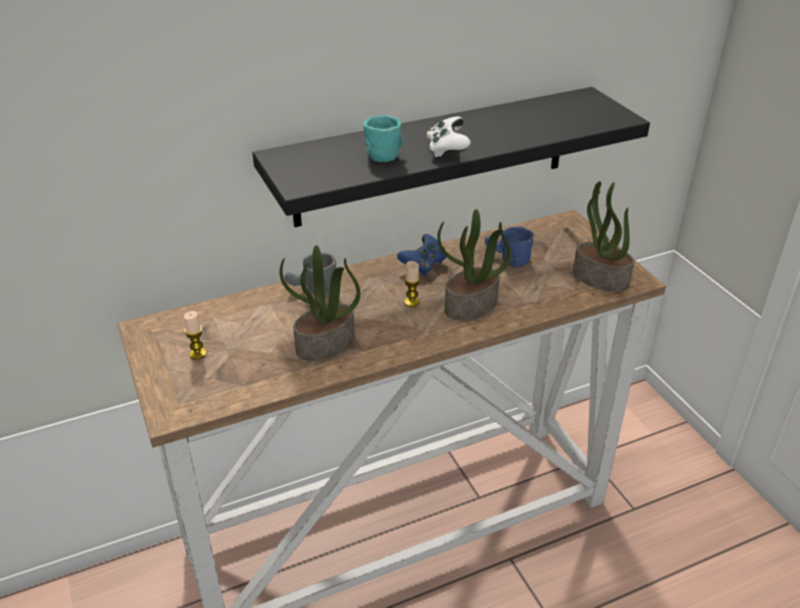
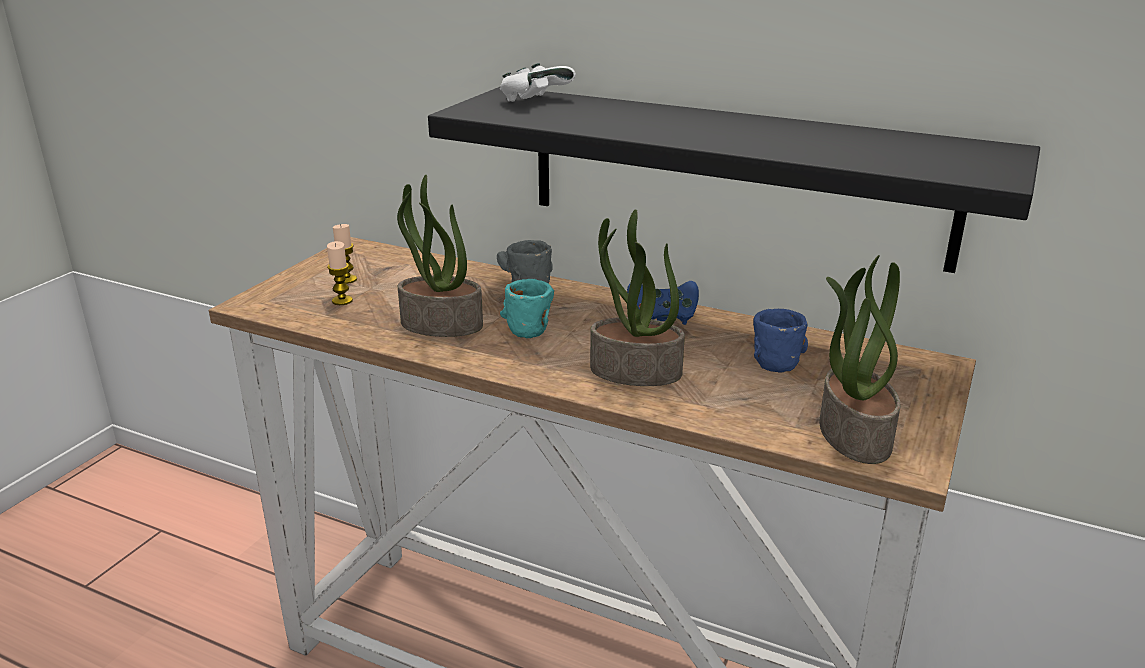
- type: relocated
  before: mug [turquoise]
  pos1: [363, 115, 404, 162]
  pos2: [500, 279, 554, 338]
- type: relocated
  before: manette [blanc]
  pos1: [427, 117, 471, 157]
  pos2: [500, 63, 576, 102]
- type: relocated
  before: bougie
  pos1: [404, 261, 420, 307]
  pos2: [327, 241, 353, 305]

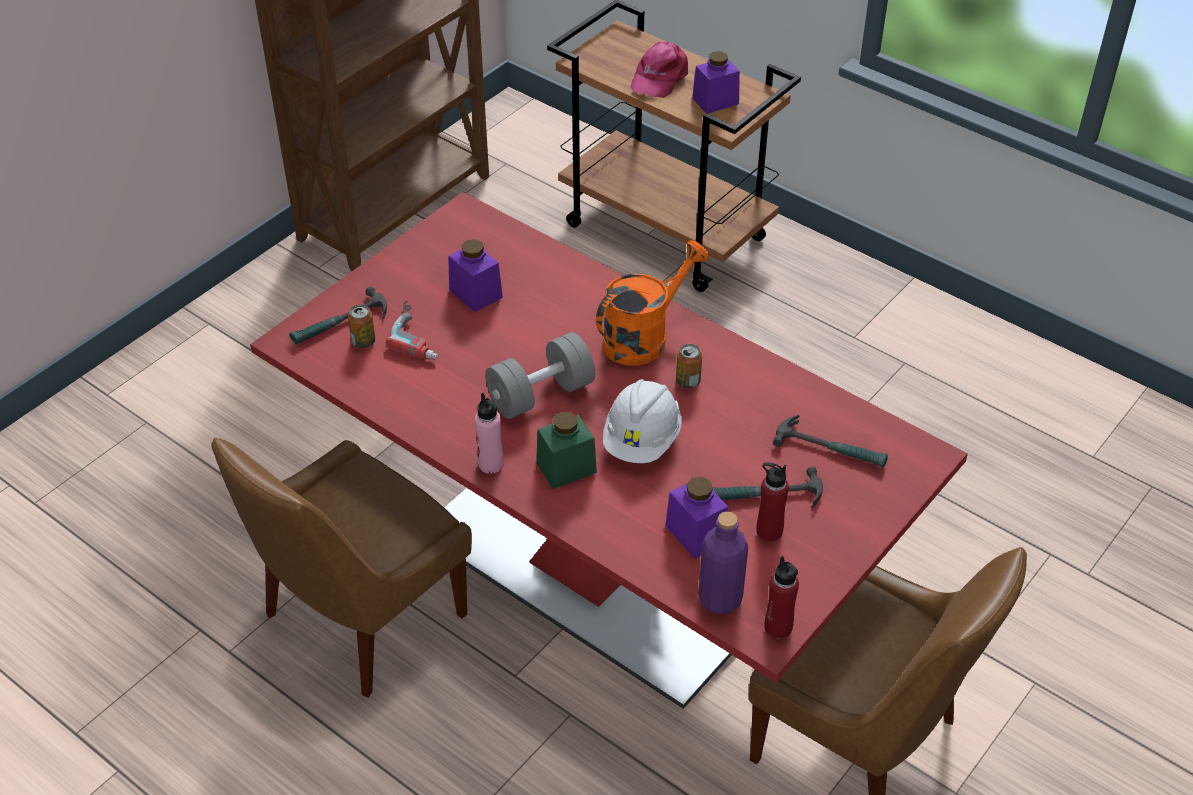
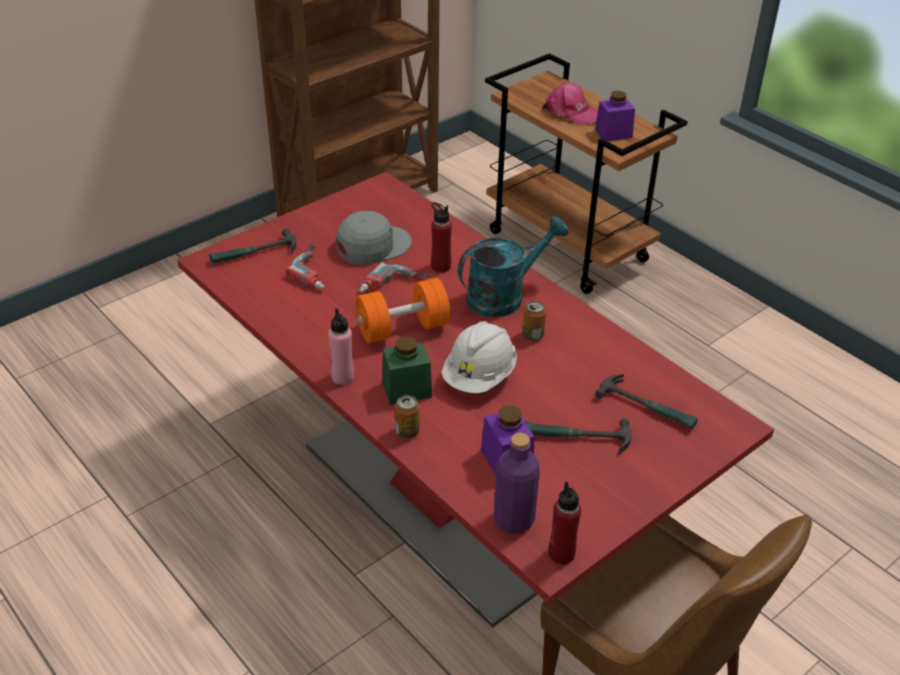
- type: spun
  before: casquette [rose]
  pos1: [630, 41, 688, 98]
  pos2: [542, 83, 598, 125]
  turn: -90
- type: exchanged
  before: bocal [violet]
  after: casquette [gris]
  pos1: [448, 239, 503, 312]
  pos2: [336, 211, 412, 265]
- type: colour
  before: arrosoir [orange]
  after: arrosoir [turquoise]
  pos1: [596, 240, 709, 366]
  pos2: [458, 216, 569, 317]
- type: relocated
  before: boîte métallique
  pos1: [348, 305, 375, 348]
  pos2: [395, 395, 419, 439]
- type: colour
  before: haltère [gris]
  after: haltère [orange]
  pos1: [485, 332, 595, 419]
  pos2: [355, 278, 450, 343]
- type: missing
  before: chaise [marron]
  pos1: [211, 437, 472, 698]
- type: relocated
  before: bouteille [rouge]
  pos1: [756, 462, 789, 541]
  pos2: [431, 202, 452, 273]
- type: appeared
  after: perceuse
  pos2: [359, 262, 436, 293]

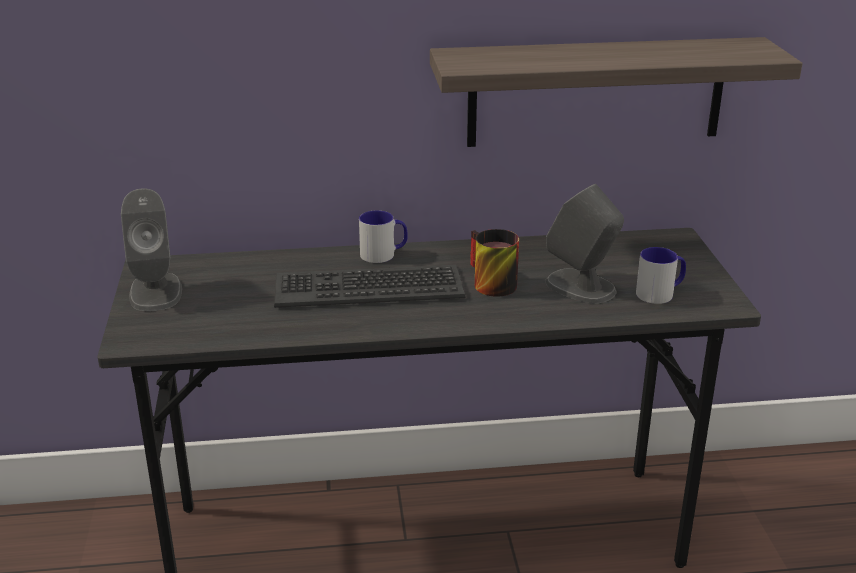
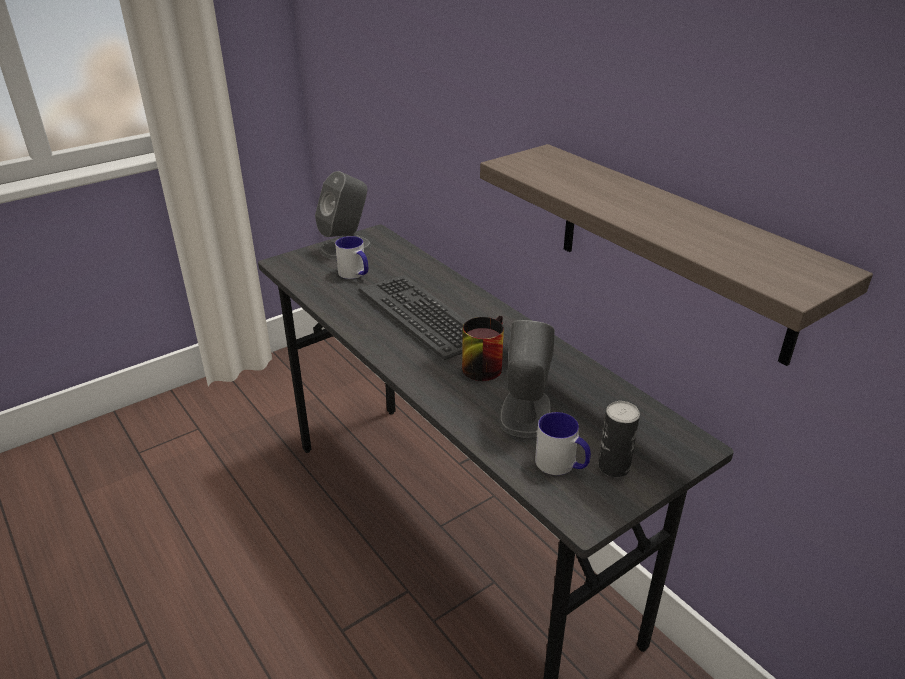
- type: relocated
  before: mug
  pos1: [359, 210, 408, 263]
  pos2: [335, 236, 368, 279]
- type: appeared
  after: boîte métallique
  pos2: [598, 401, 640, 477]

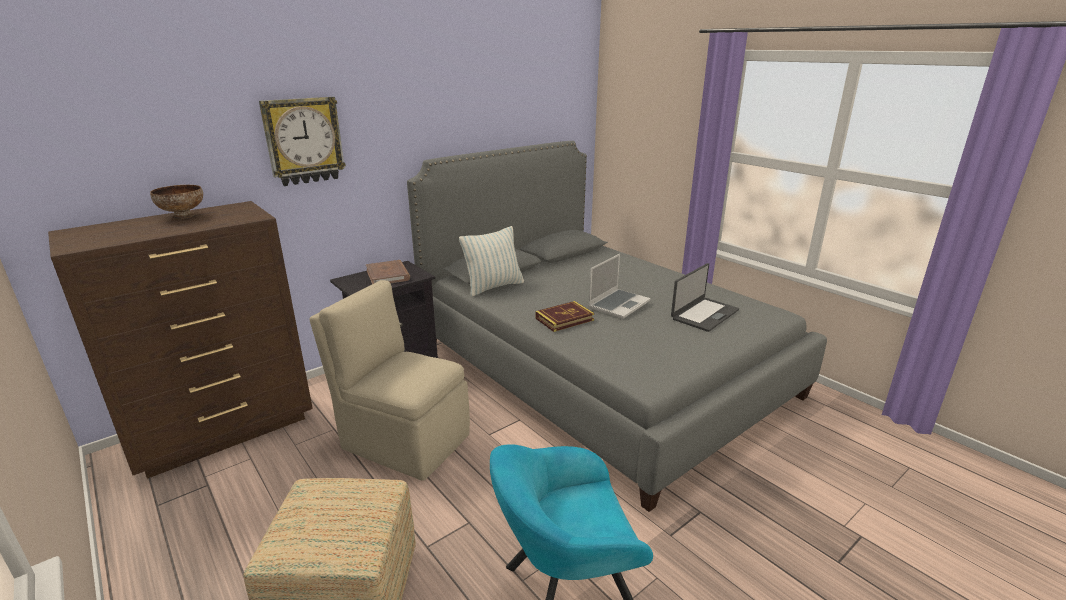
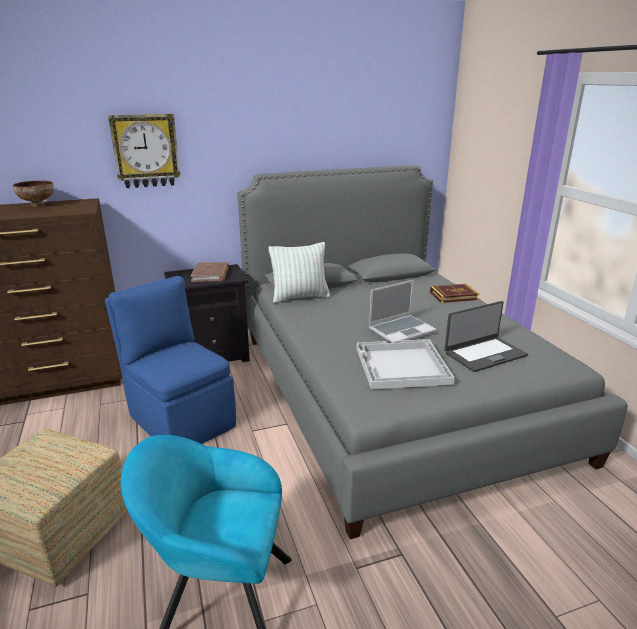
- type: colour
  before: chaise [beige]
  after: chaise [bleu]
  pos1: [309, 280, 470, 481]
  pos2: [105, 276, 236, 444]
- type: relocated
  before: livre
  pos1: [535, 301, 594, 332]
  pos2: [430, 284, 479, 303]
- type: appeared
  after: plateau [blanc]
  pos2: [357, 339, 455, 389]

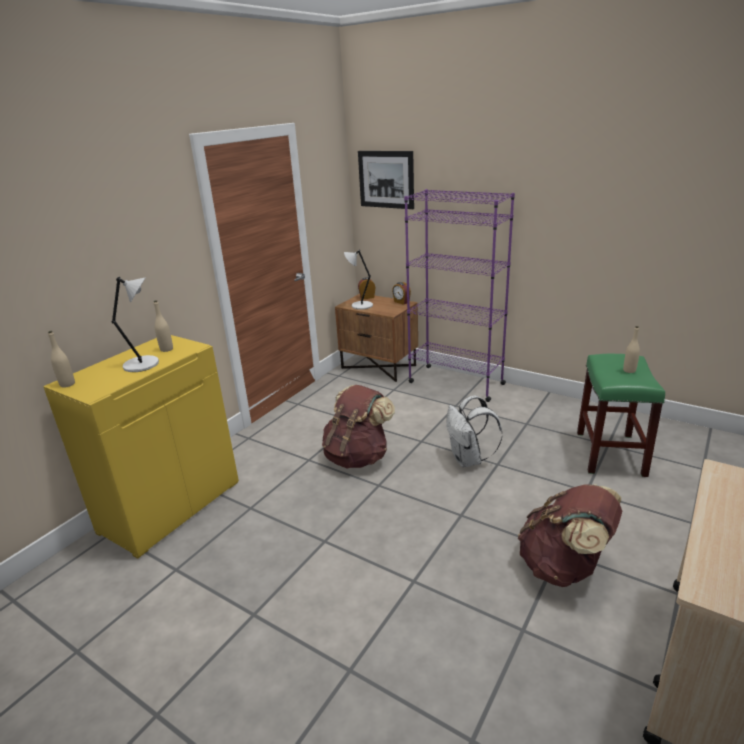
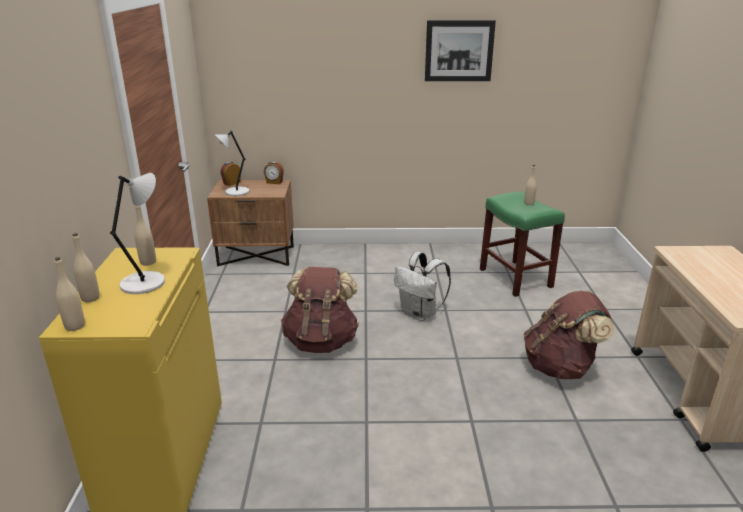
- type: relocated
  before: tableau
  pos1: [358, 151, 414, 209]
  pos2: [425, 20, 496, 81]
- type: missing
  before: bibliothèque [violet]
  pos1: [404, 189, 515, 402]
- type: appeared
  after: bouteille [beige]
  pos2: [72, 233, 100, 302]

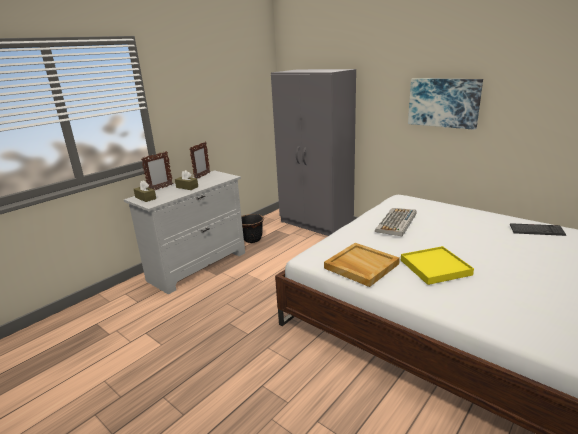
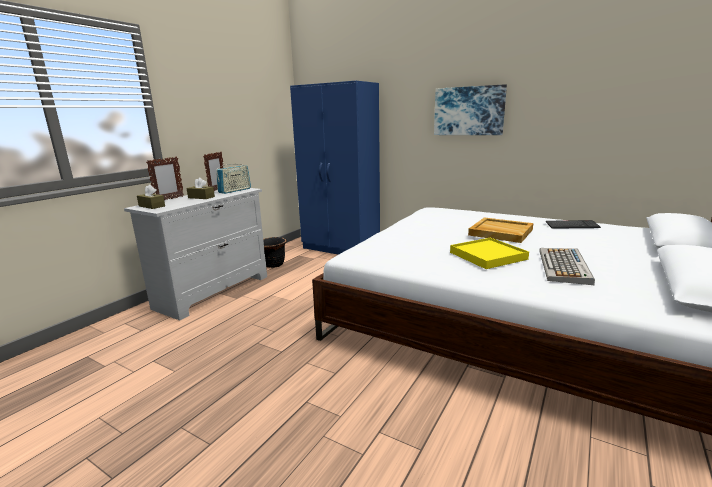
- type: colour
  before: armoire [gris]
  after: armoire [bleu]
  pos1: [271, 69, 356, 236]
  pos2: [290, 81, 380, 255]
- type: relocated
  before: clavier
  pos1: [375, 208, 416, 237]
  pos2: [539, 248, 595, 285]
- type: relocated
  before: plateau [beige]
  pos1: [324, 243, 400, 287]
  pos2: [468, 217, 533, 243]
- type: appeared
  after: radio
  pos2: [216, 162, 251, 194]

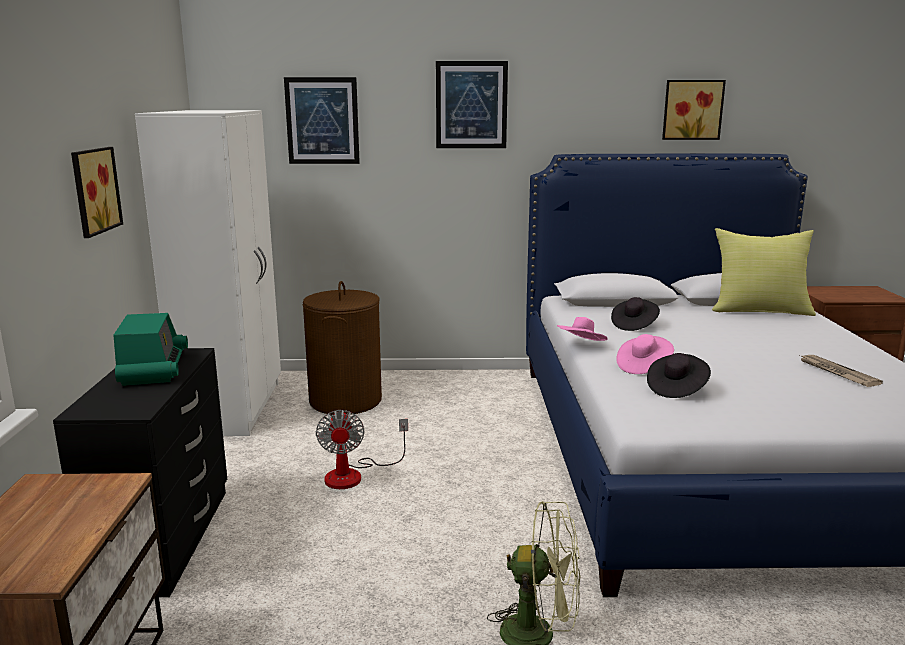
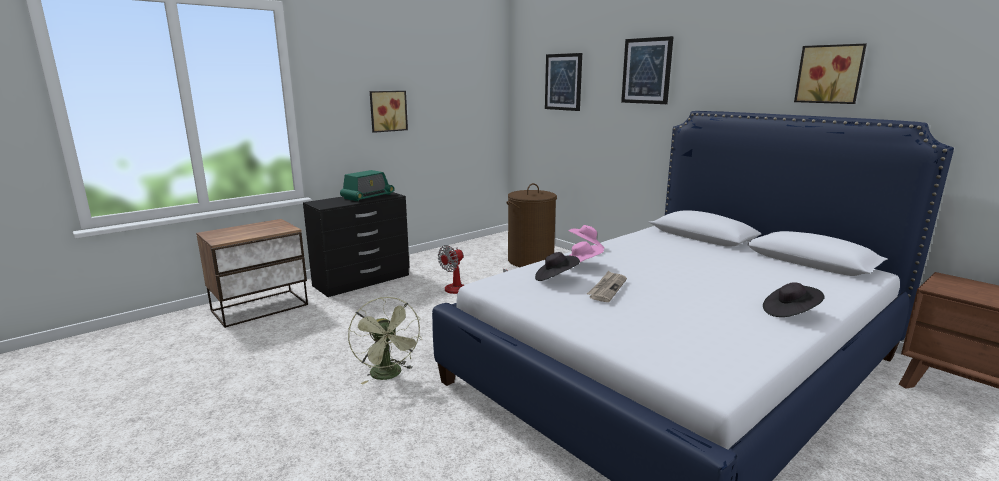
- type: missing
  before: armoire [blanc]
  pos1: [135, 110, 281, 436]
- type: missing
  before: coussin [jaune]
  pos1: [712, 228, 816, 316]
- type: relocated
  before: chapeau [noir]
  pos1: [611, 297, 660, 331]
  pos2: [763, 282, 825, 317]
- type: relocated
  before: journal
  pos1: [798, 354, 883, 387]
  pos2: [587, 271, 627, 302]

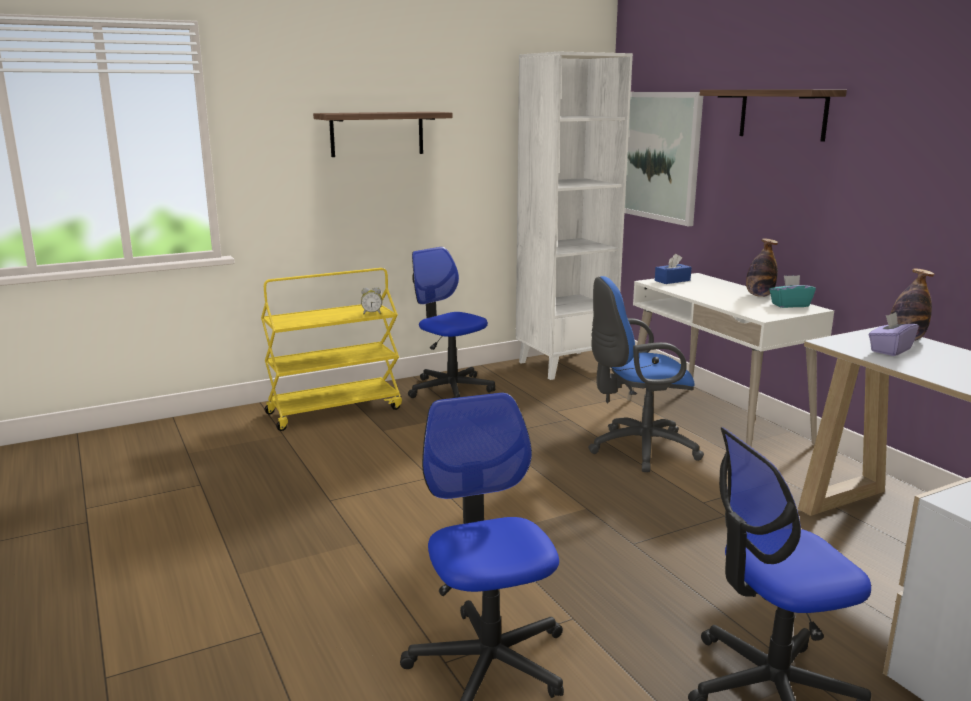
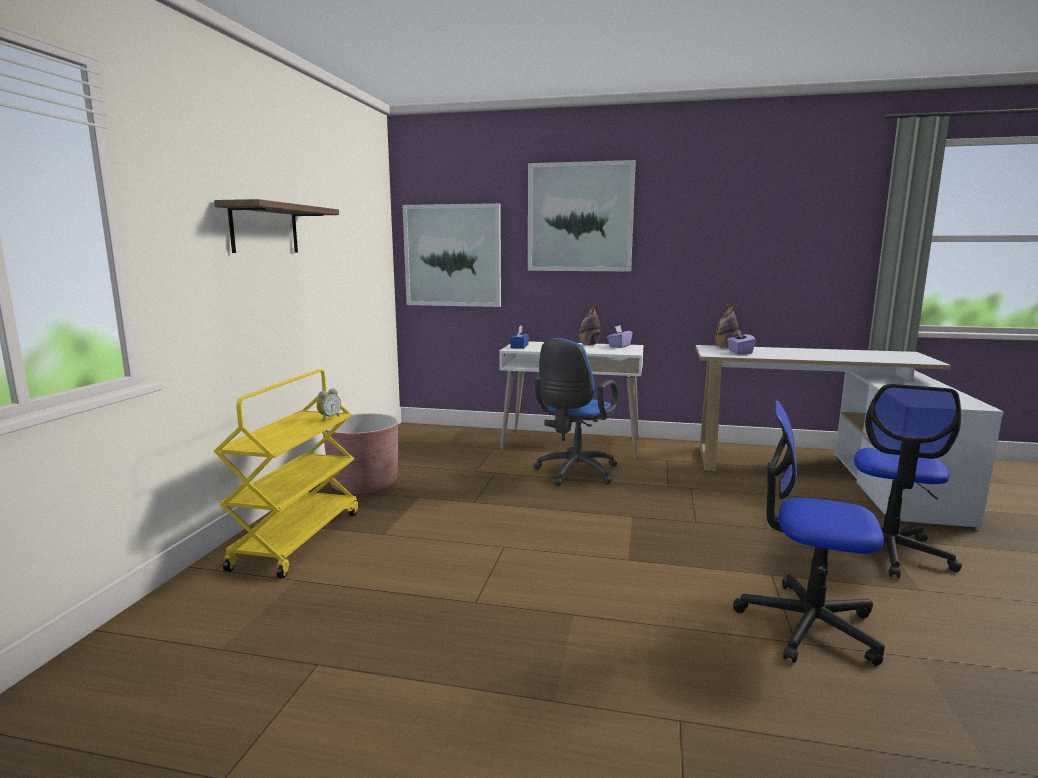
- type: missing
  before: bibliothèque [blanc]
  pos1: [516, 52, 633, 380]
- type: exchanged
  before: étagère
  after: tableau
  pos1: [700, 90, 847, 142]
  pos2: [528, 160, 636, 271]
- type: exchanged
  before: chaise de bureau
  after: cache-pot [marron]
  pos1: [408, 247, 495, 398]
  pos2: [323, 413, 398, 494]
- type: colour
  before: boîte à mouchoirs [turquoise]
  after: boîte à mouchoirs [violet]
  pos1: [769, 275, 816, 308]
  pos2: [607, 325, 632, 348]

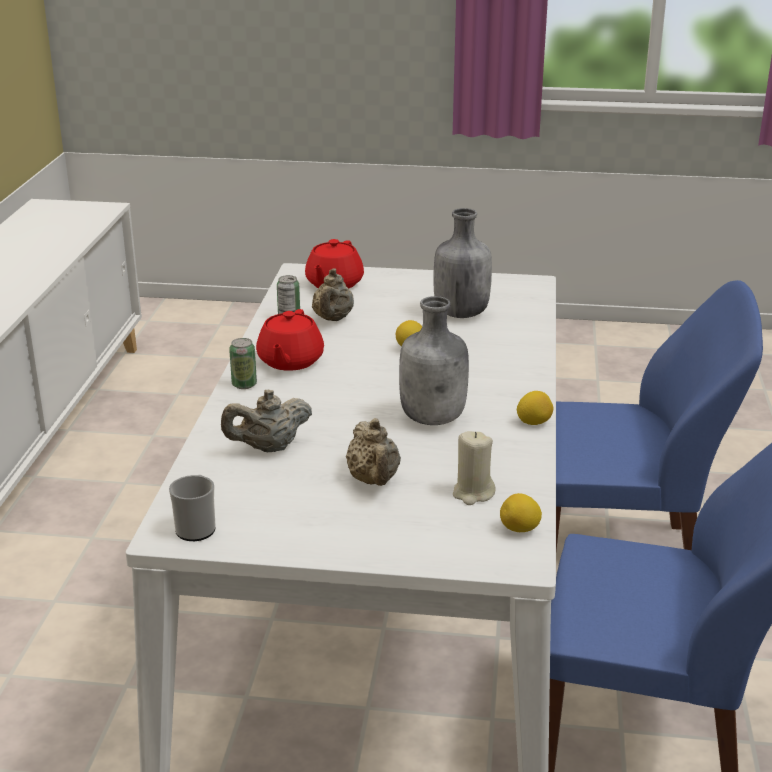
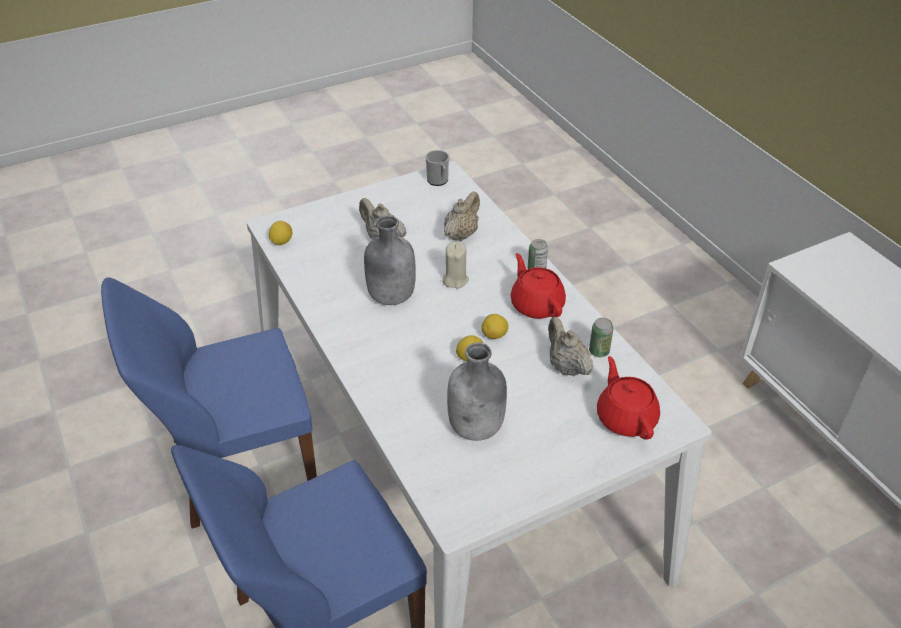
- type: relocated
  before: citron
  pos1: [517, 391, 554, 425]
  pos2: [482, 314, 508, 339]
- type: relocated
  before: bougie [beige]
  pos1: [453, 431, 496, 505]
  pos2: [442, 242, 469, 289]

